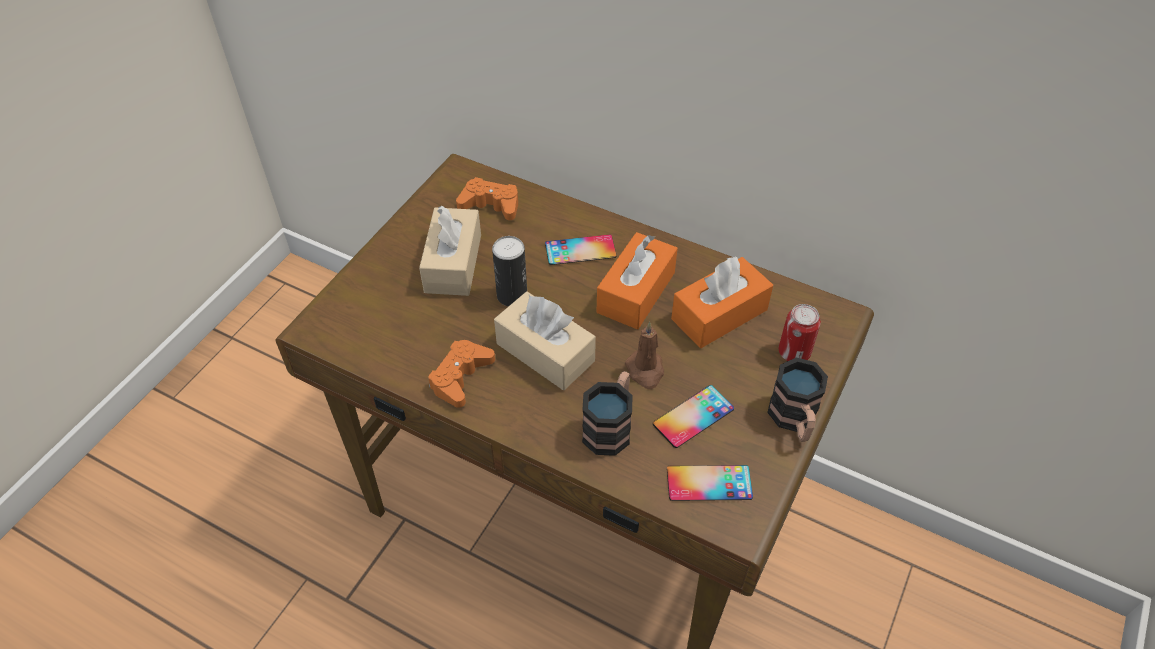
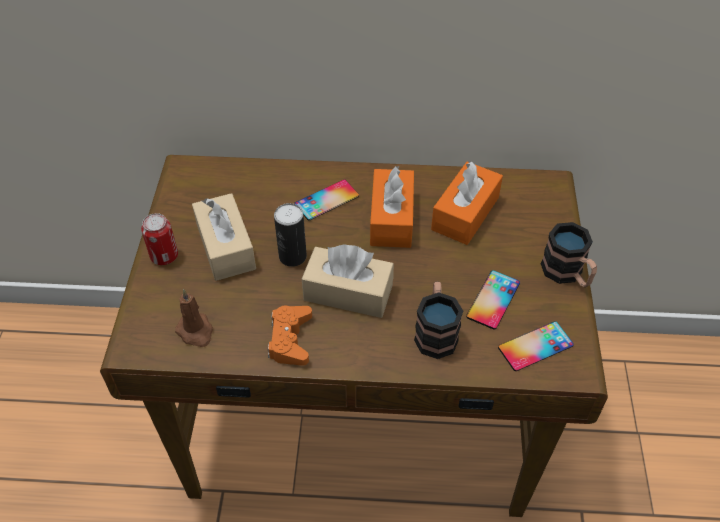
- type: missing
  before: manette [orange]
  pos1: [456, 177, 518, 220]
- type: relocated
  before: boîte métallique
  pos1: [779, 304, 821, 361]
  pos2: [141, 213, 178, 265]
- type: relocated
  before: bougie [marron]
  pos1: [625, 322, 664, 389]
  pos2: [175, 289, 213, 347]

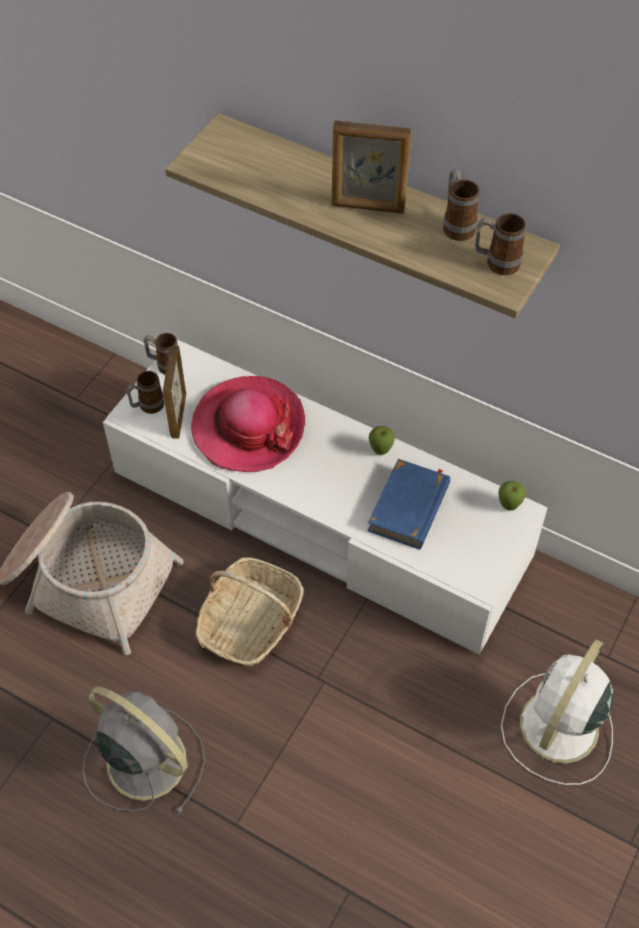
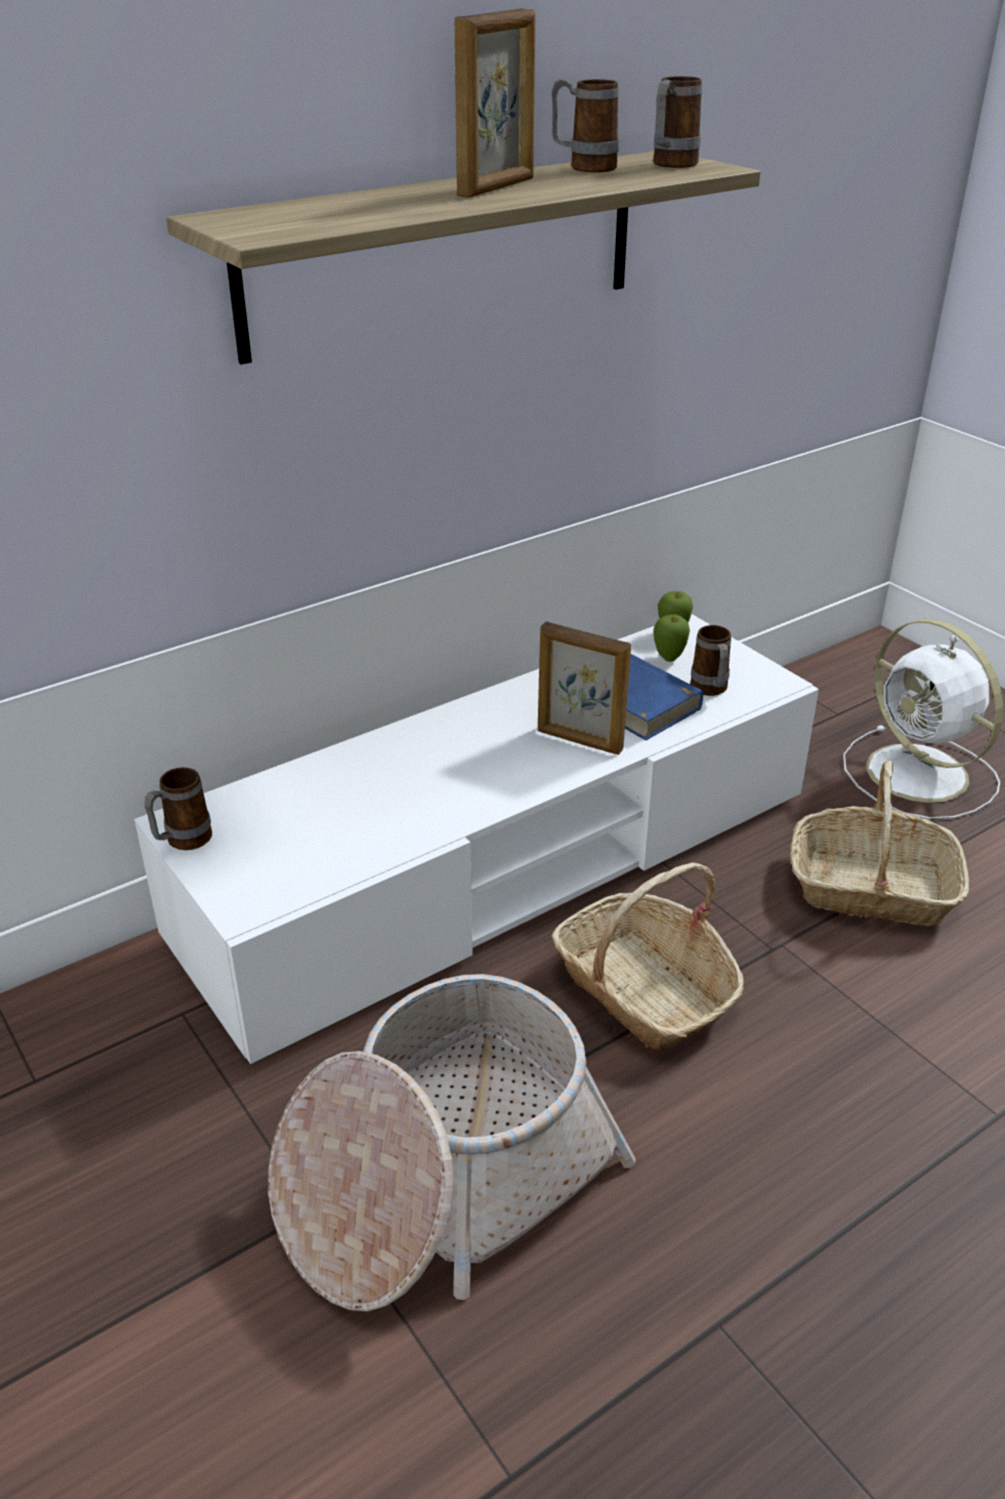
- type: relocated
  before: cadre photo
  pos1: [163, 346, 186, 438]
  pos2: [538, 622, 631, 755]
- type: relocated
  before: mug
  pos1: [126, 371, 164, 414]
  pos2: [690, 625, 731, 696]
- type: missing
  before: chapeau
  pos1: [191, 376, 305, 472]
- type: relocated
  before: pomme
  pos1: [369, 426, 395, 455]
  pos2: [653, 614, 690, 662]
- type: missing
  before: ventilateur [gris]
  pos1: [83, 686, 205, 815]
- type: appeared
  after: panier
  pos2: [790, 760, 969, 926]

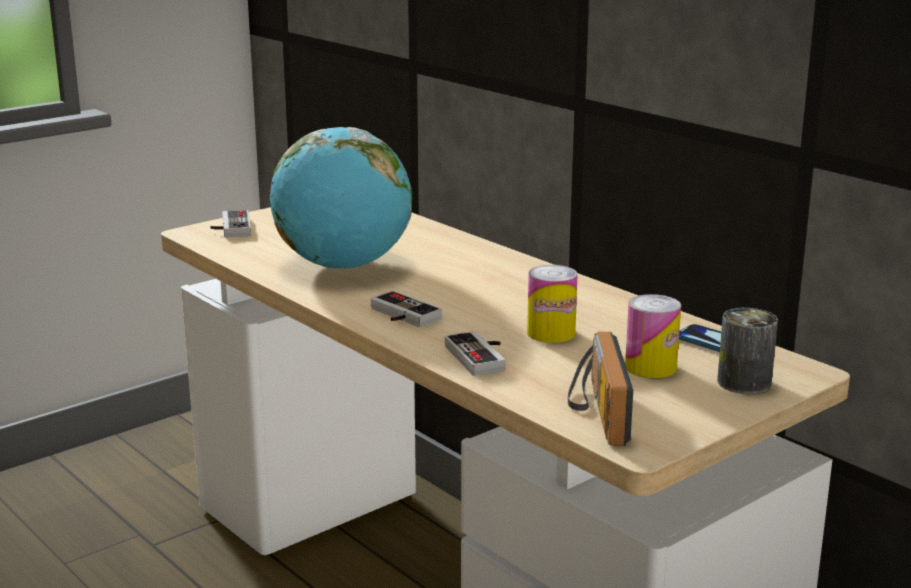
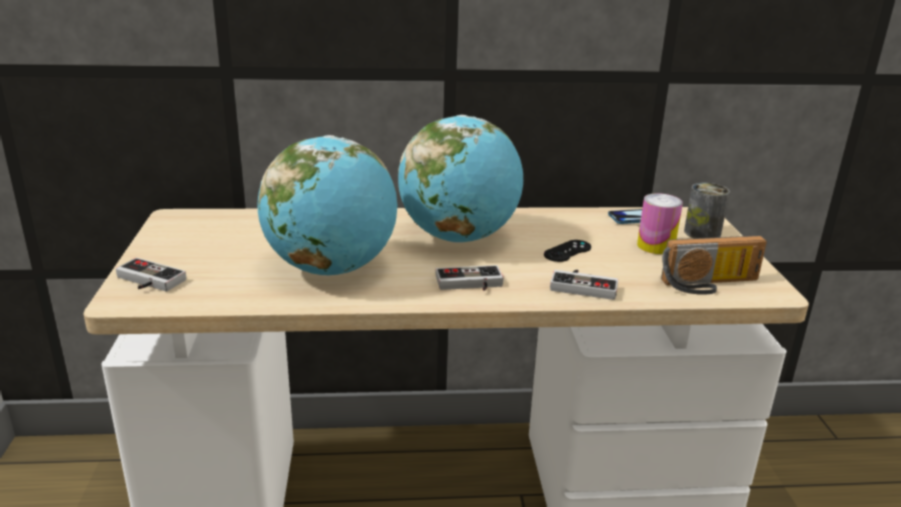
- type: exchanged
  before: boîte métallique
  after: manette [noir]
  pos1: [527, 265, 578, 343]
  pos2: [544, 240, 591, 262]
- type: spun
  before: radio
  pos1: [568, 332, 633, 446]
  pos2: [661, 236, 767, 295]
  turn: -45
- type: appeared
  after: globe
  pos2: [398, 115, 523, 243]

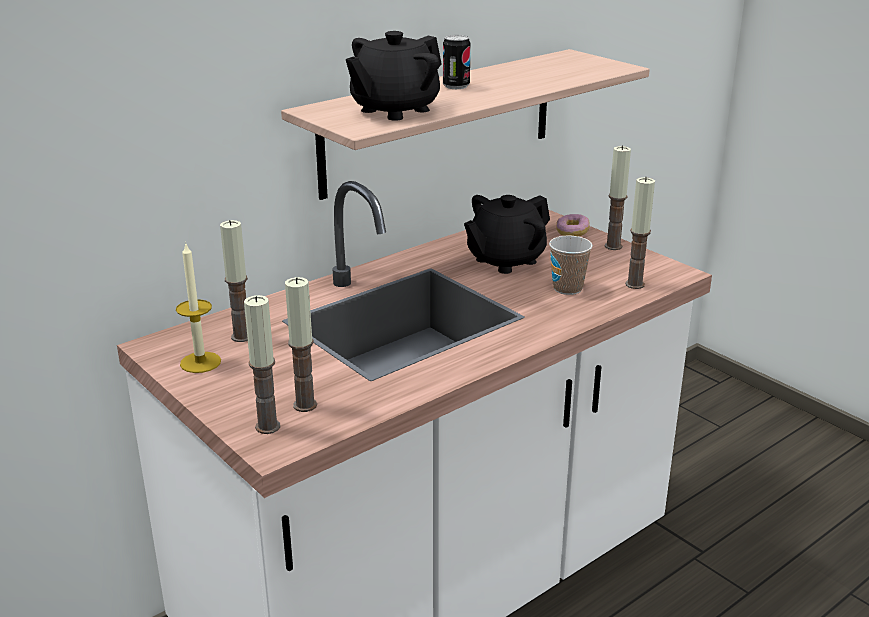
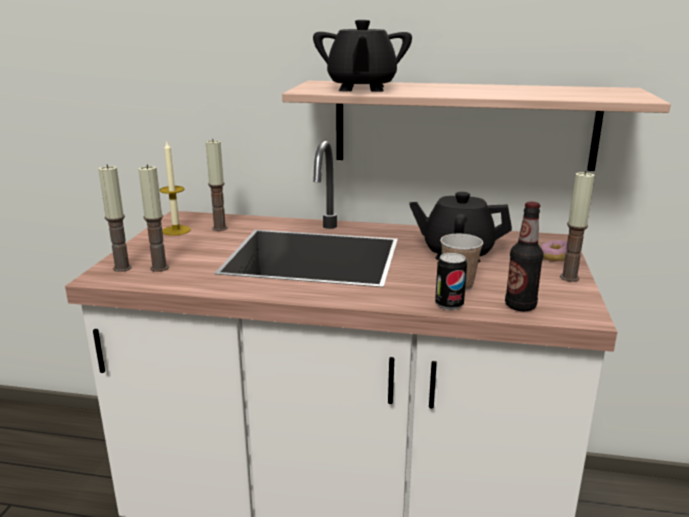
- type: spun
  before: théière [noir]
  pos1: [346, 31, 442, 121]
  pos2: [313, 20, 412, 92]
  turn: -90
- type: relocated
  before: boîte métallique
  pos1: [443, 35, 471, 89]
  pos2: [435, 253, 467, 310]
- type: exchanged
  before: bougie
  after: bouteille
  pos1: [625, 177, 655, 289]
  pos2: [505, 202, 544, 311]

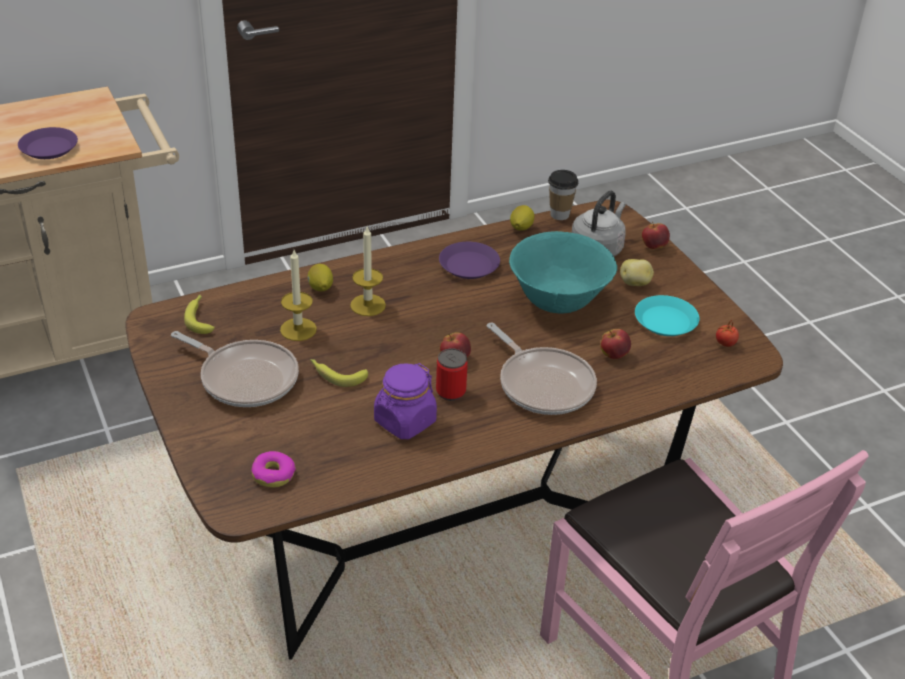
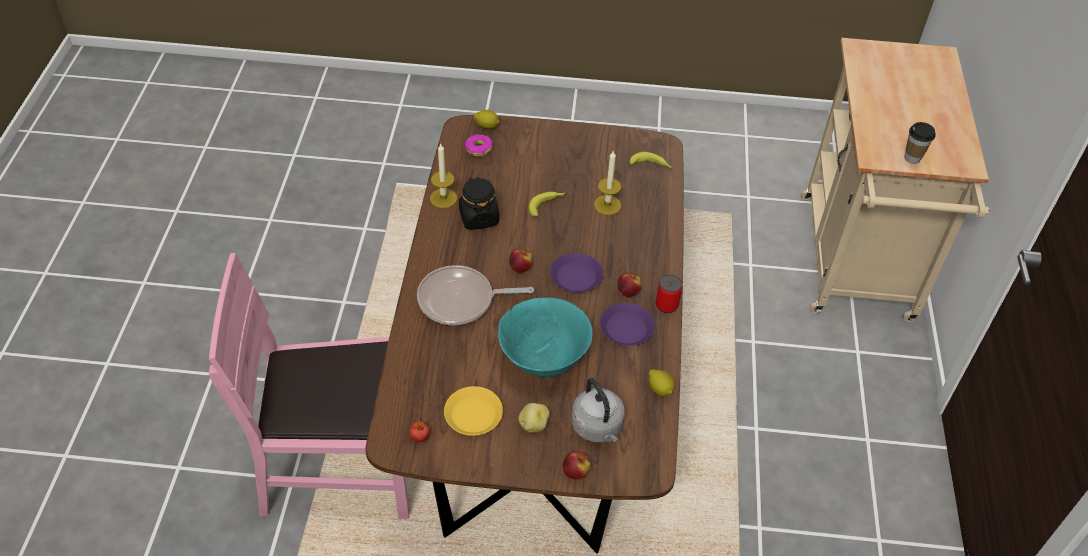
- type: relocated
  before: assiette [violet]
  pos1: [18, 127, 78, 159]
  pos2: [550, 253, 603, 293]
- type: relocated
  before: tasse
  pos1: [548, 170, 579, 220]
  pos2: [904, 122, 936, 164]
- type: relocated
  before: bougie
  pos1: [350, 227, 386, 316]
  pos2: [430, 143, 457, 208]
- type: relocated
  before: citron
  pos1: [307, 264, 333, 291]
  pos2: [474, 110, 499, 129]
- type: colour
  before: assiette [turquoise]
  after: assiette [jaune]
  pos1: [635, 295, 699, 336]
  pos2: [444, 386, 503, 436]
- type: relocated
  before: pomme
  pos1: [600, 329, 631, 359]
  pos2: [617, 272, 641, 297]
- type: missing
  before: poêle
  pos1: [171, 331, 299, 407]
- type: relocated
  before: boîte métallique
  pos1: [436, 348, 468, 401]
  pos2: [656, 274, 682, 313]
- type: colour
  before: bocal [violet]
  after: bocal [noir]
  pos1: [374, 363, 437, 439]
  pos2: [459, 177, 499, 230]

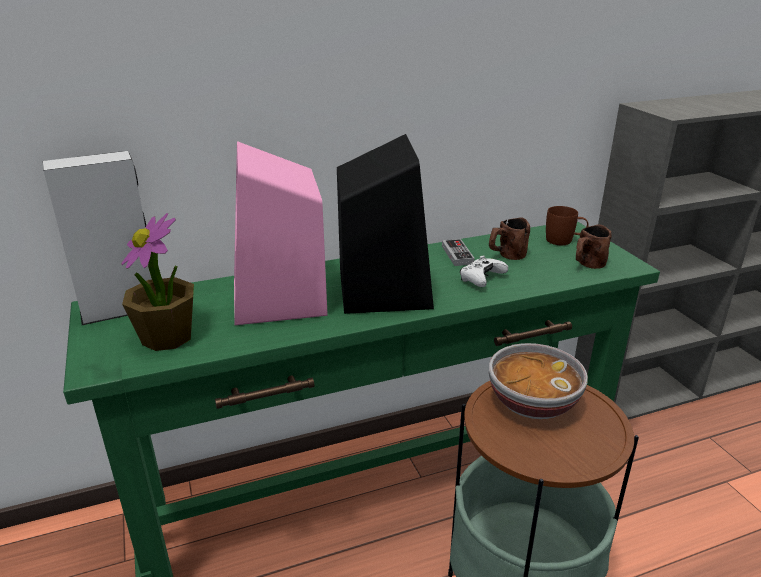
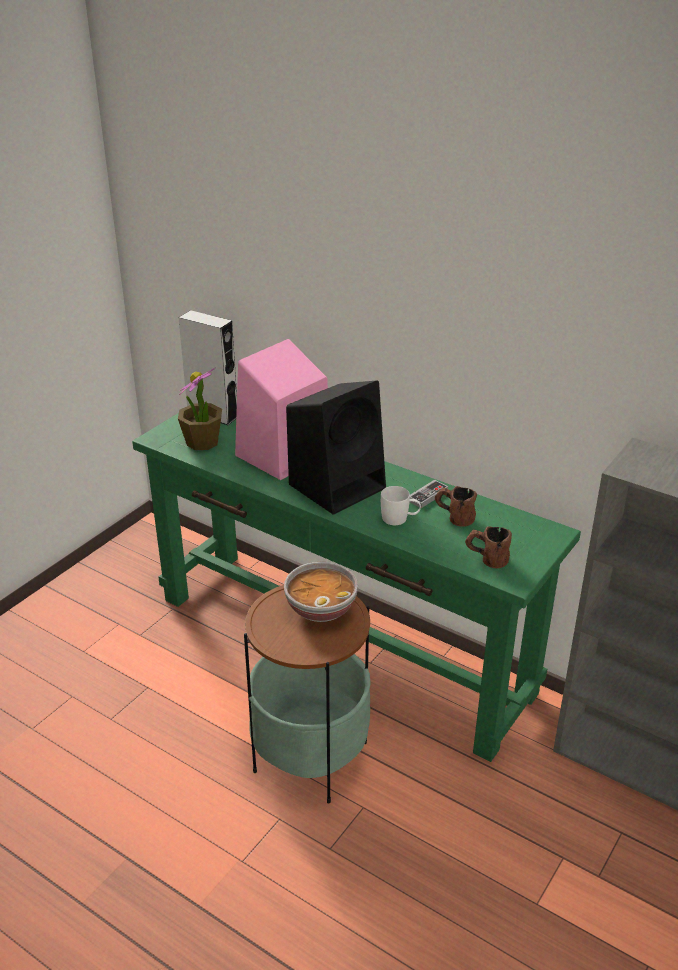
- type: missing
  before: mug [marron]
  pos1: [546, 206, 589, 245]
- type: exchanged
  before: manette [blanc]
  after: mug [blanc]
  pos1: [460, 256, 508, 287]
  pos2: [381, 486, 421, 525]

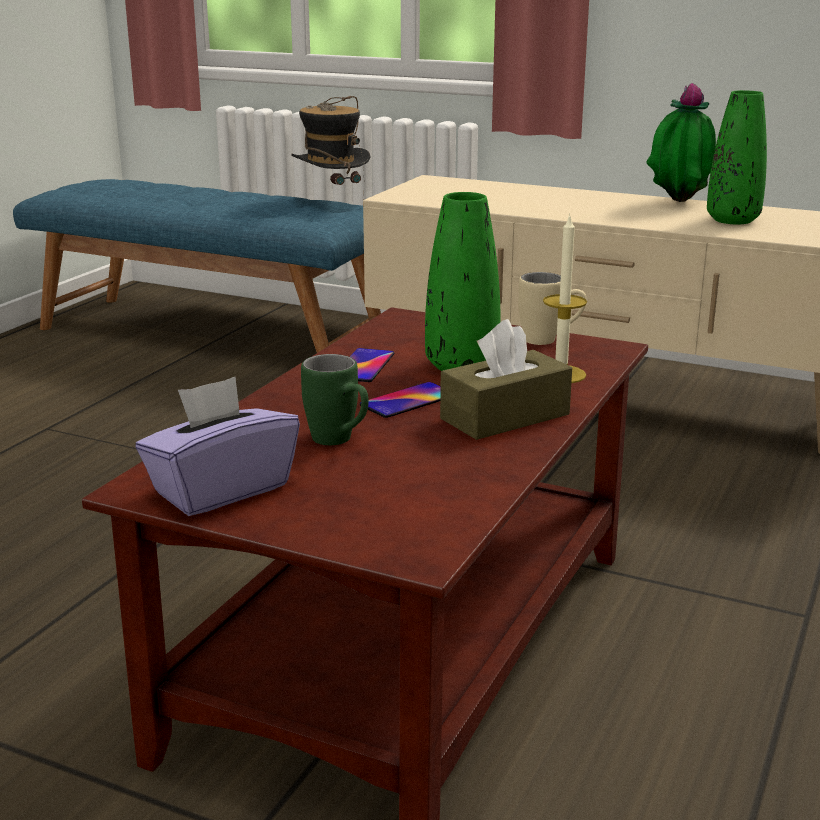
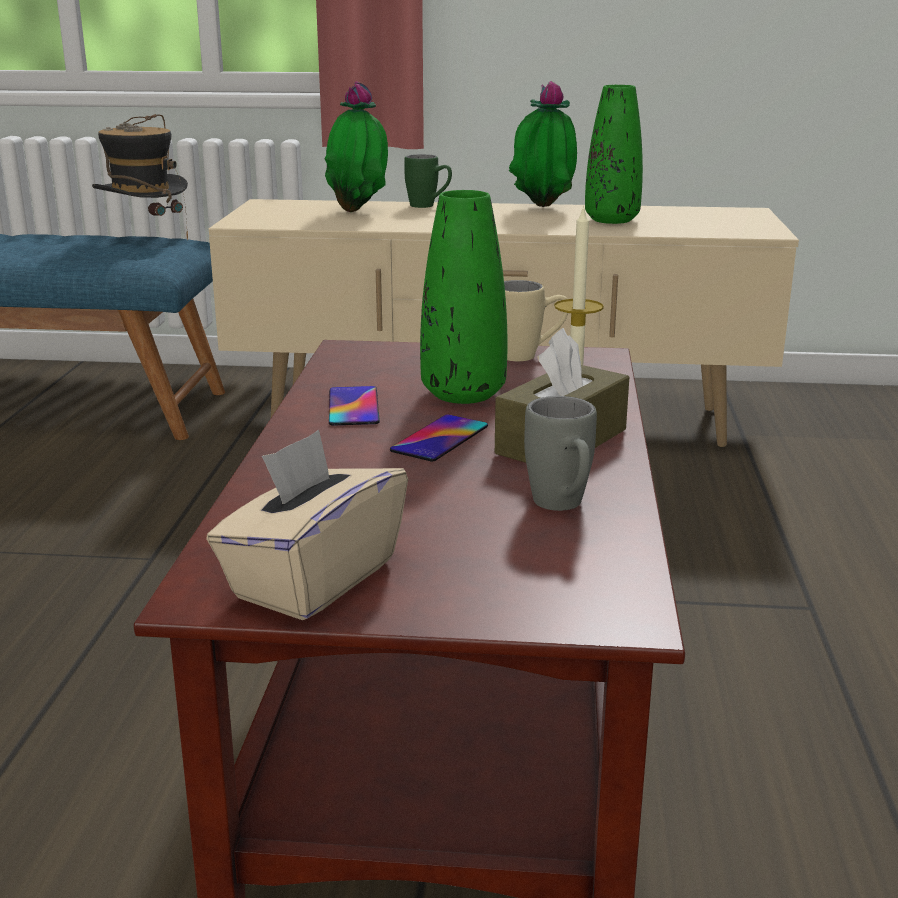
- type: relocated
  before: mug [vert]
  pos1: [301, 354, 369, 445]
  pos2: [404, 154, 452, 208]
- type: colour
  before: boîte à mouchoirs [violet]
  after: boîte à mouchoirs [beige]
  pos1: [136, 377, 300, 516]
  pos2: [206, 430, 408, 620]
- type: appeared
  after: plante en pot
  pos2: [324, 81, 388, 212]
- type: appeared
  after: mug [gris]
  pos2: [524, 396, 597, 511]

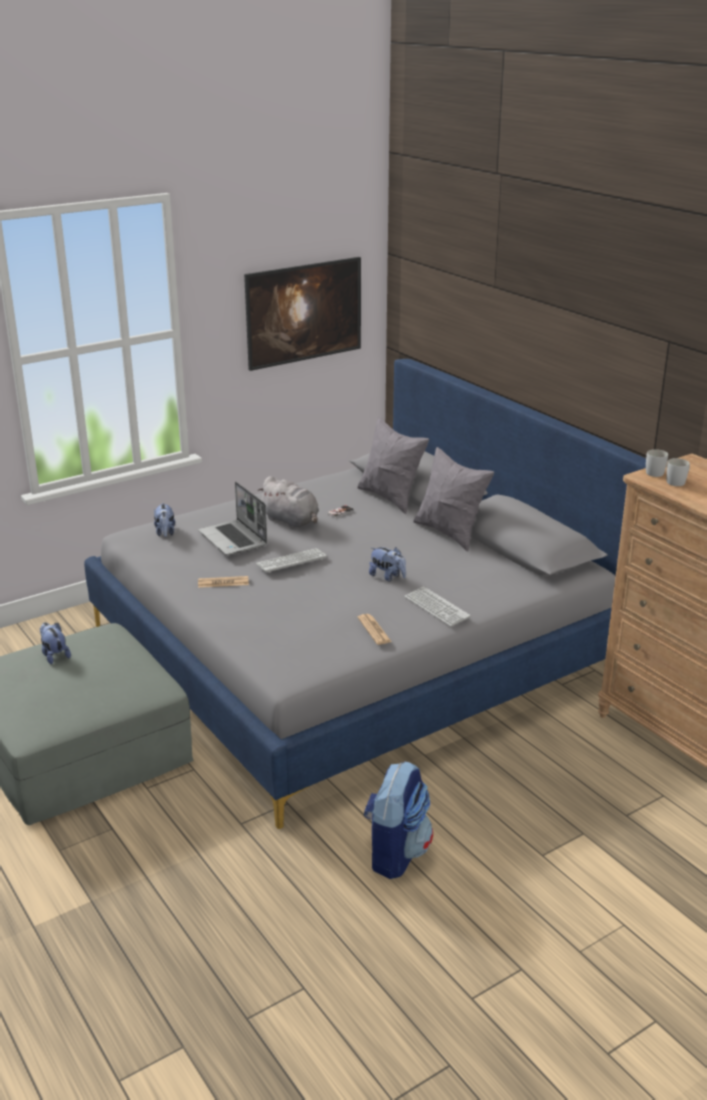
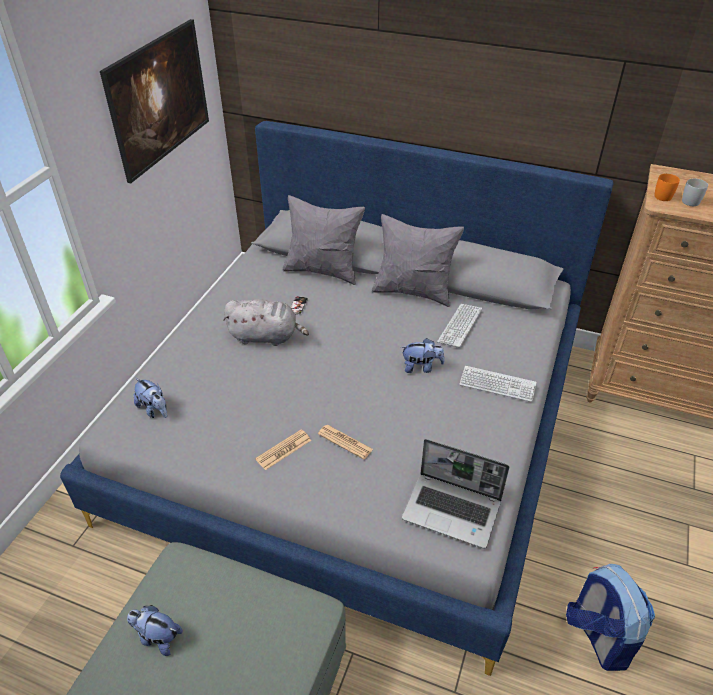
- type: colour
  before: mug [blanc]
  after: mug [orange]
  pos1: [646, 449, 668, 477]
  pos2: [654, 174, 680, 201]
- type: relocated
  before: ordinateur portable
  pos1: [198, 482, 267, 555]
  pos2: [402, 439, 509, 549]
- type: relocated
  before: clavier
  pos1: [256, 548, 327, 573]
  pos2: [437, 304, 482, 348]
- type: relocated
  before: journal
  pos1: [358, 614, 392, 645]
  pos2: [318, 425, 373, 459]

